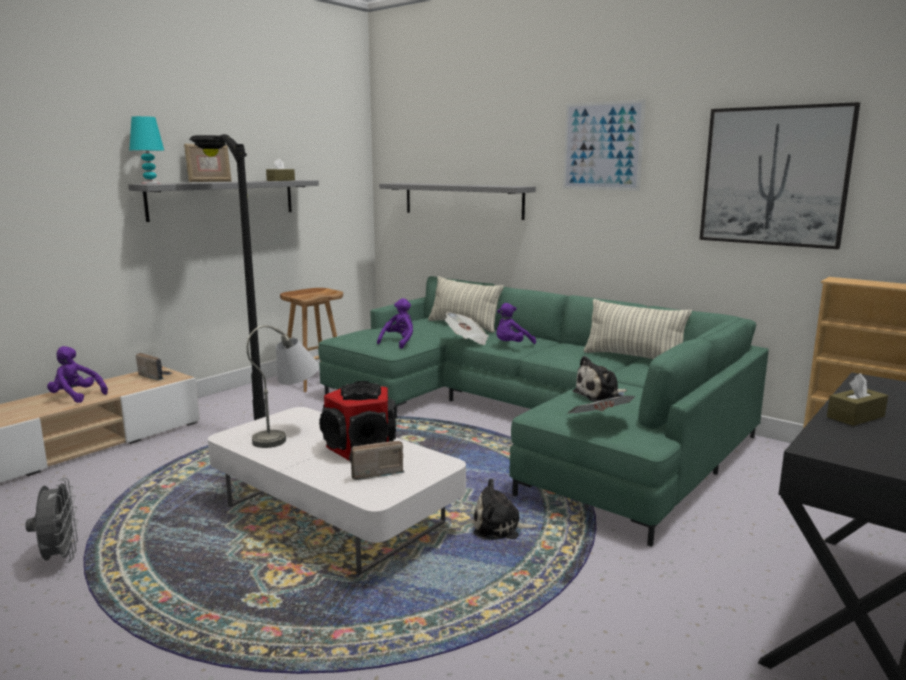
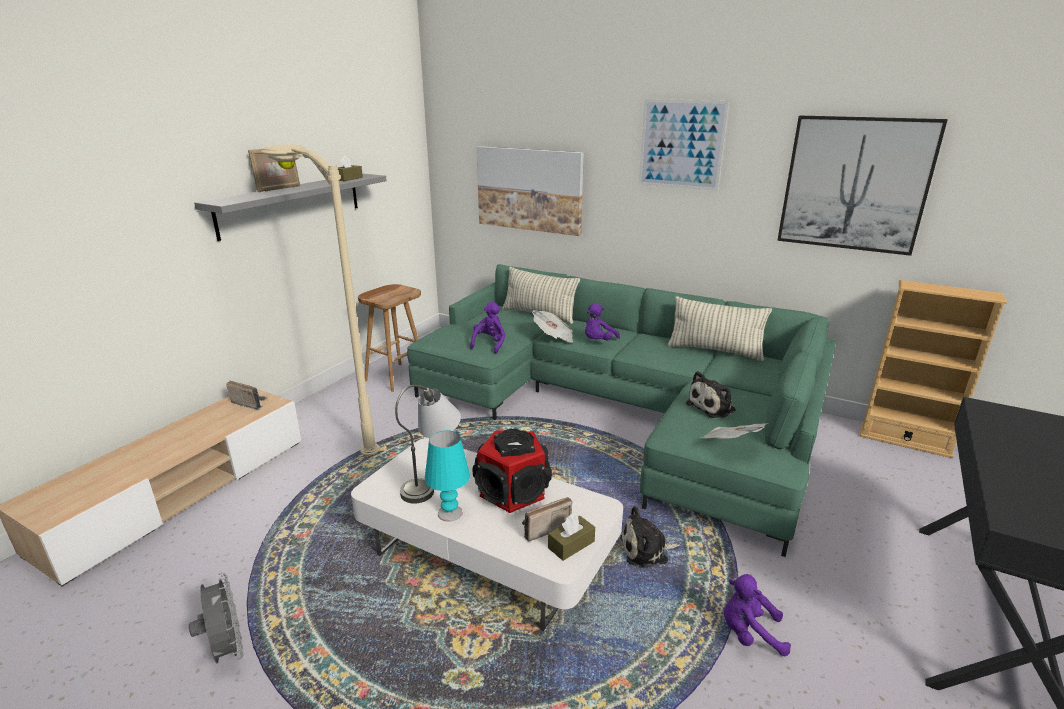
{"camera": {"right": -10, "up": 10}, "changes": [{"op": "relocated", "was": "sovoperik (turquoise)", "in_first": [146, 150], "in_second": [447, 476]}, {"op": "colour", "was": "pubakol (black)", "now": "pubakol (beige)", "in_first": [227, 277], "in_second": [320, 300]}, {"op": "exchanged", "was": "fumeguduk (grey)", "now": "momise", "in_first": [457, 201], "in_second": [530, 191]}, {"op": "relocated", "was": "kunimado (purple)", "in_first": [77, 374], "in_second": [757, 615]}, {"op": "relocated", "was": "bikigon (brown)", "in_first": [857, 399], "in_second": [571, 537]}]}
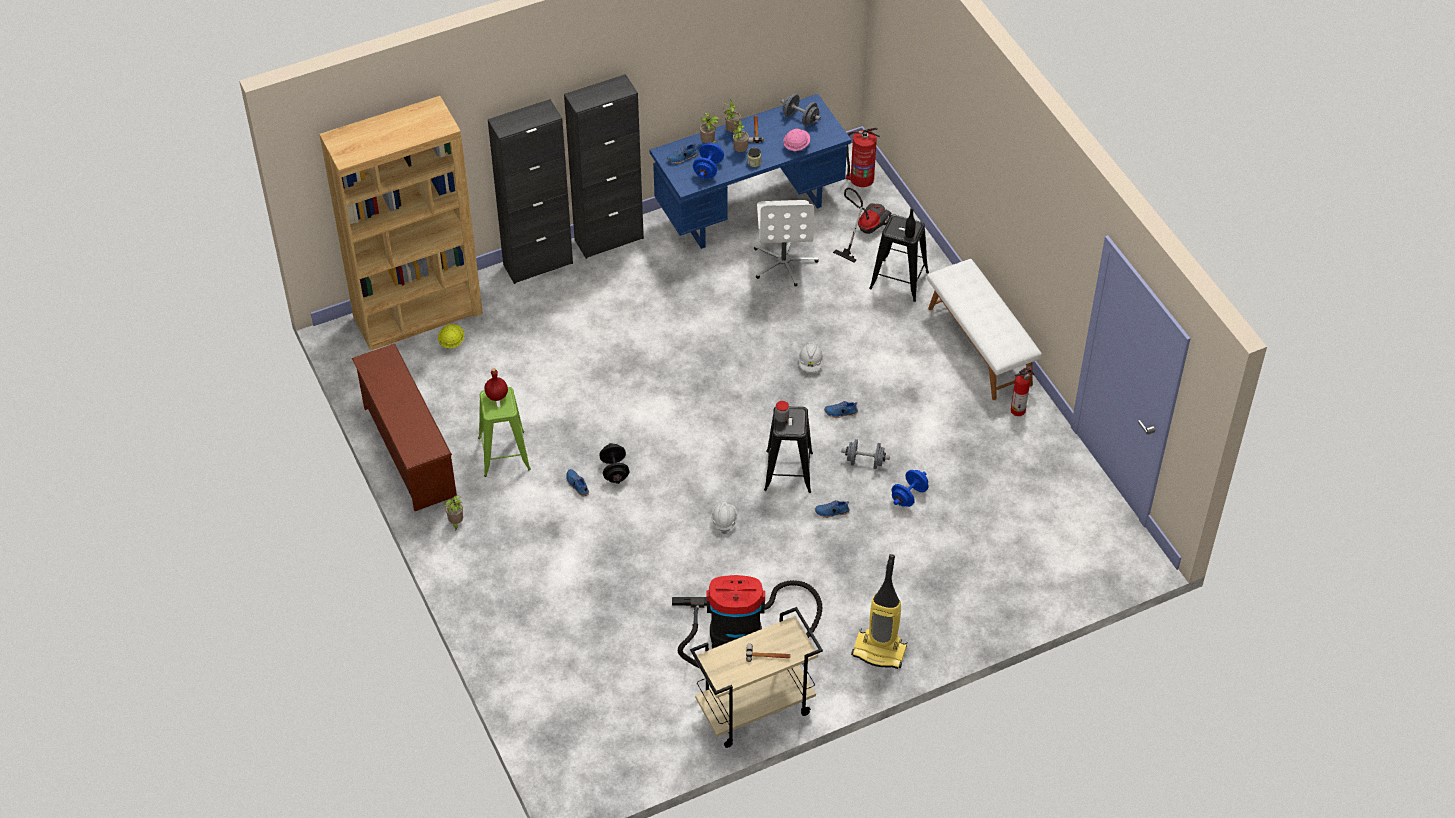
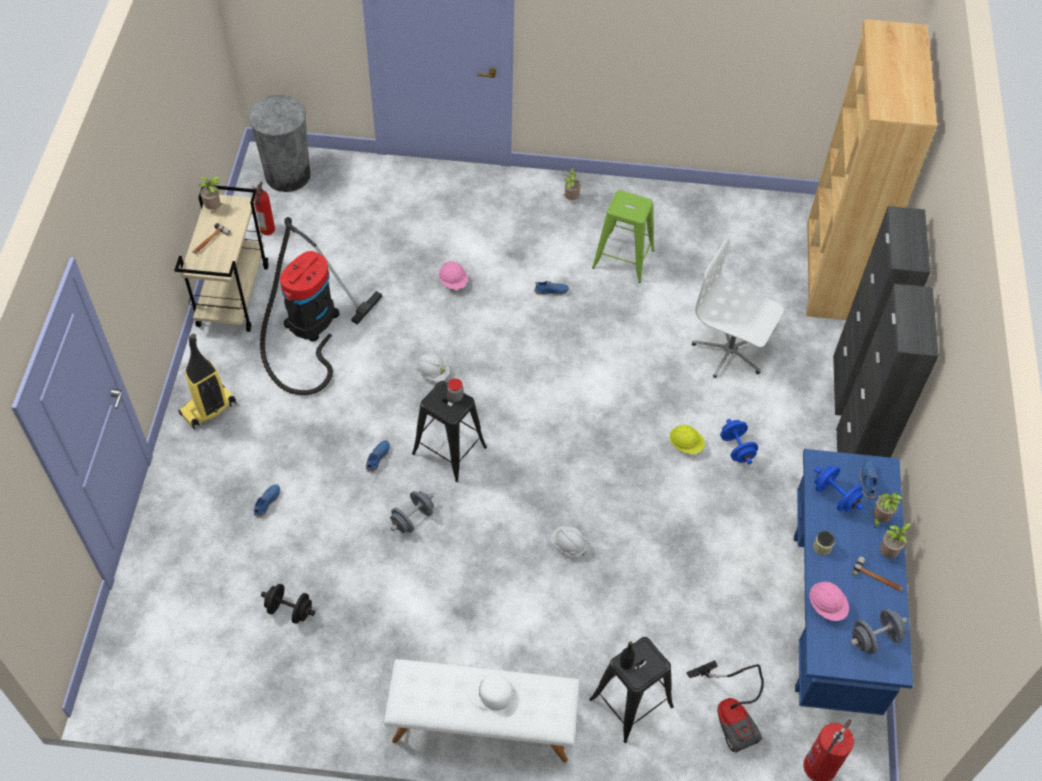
{"camera": {"right": 120, "up": 5}, "changes": [{"op": "relocated", "was": "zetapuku", "in_first": [740, 135], "in_second": [211, 193]}, {"op": "relocated", "was": "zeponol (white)", "in_first": [786, 243], "in_second": [738, 308]}, {"op": "relocated", "was": "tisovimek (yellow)", "in_first": [451, 336], "in_second": [687, 439]}, {"op": "missing", "was": "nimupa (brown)", "in_first": [404, 427]}, {"op": "relocated", "was": "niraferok", "in_first": [1022, 391], "in_second": [263, 208]}, {"op": "missing", "was": "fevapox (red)", "in_first": [496, 384]}, {"op": "relocated", "was": "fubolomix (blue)", "in_first": [841, 409], "in_second": [267, 501]}, {"op": "relocated", "was": "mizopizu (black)", "in_first": [614, 463], "in_second": [288, 604]}, {"op": "relocated", "was": "mizopizu (blue)", "in_first": [910, 488], "in_second": [739, 441]}, {"op": "appeared", "now": "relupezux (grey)", "in_second": [280, 143]}, {"op": "appeared", "now": "tisovimek (pink)", "in_second": [453, 275]}, {"op": "appeared", "now": "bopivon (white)", "in_second": [490, 692]}]}
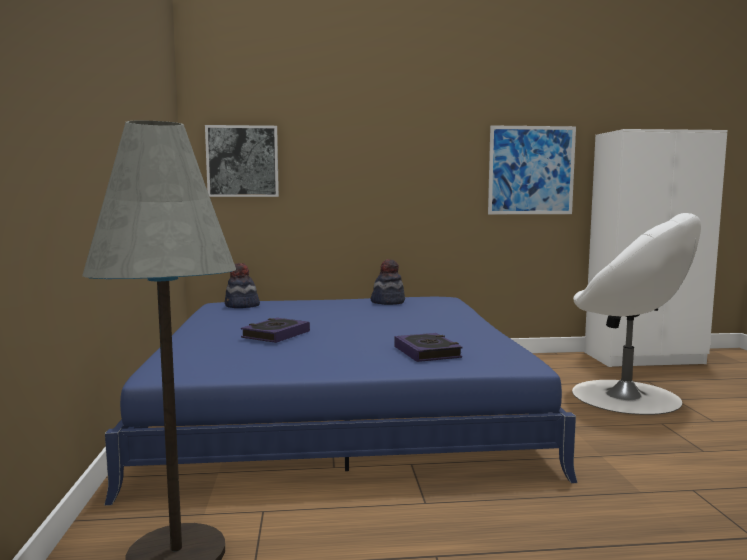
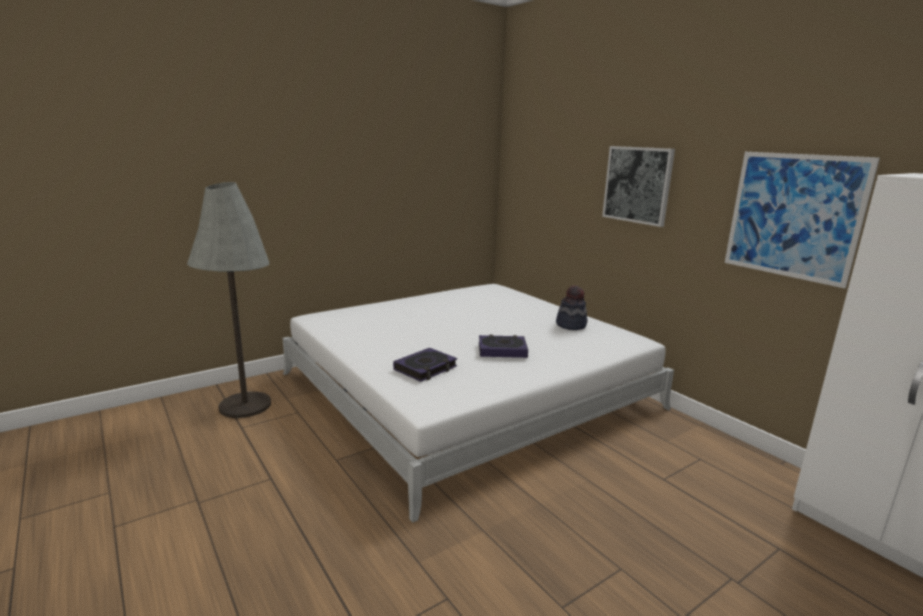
{"camera": {"right": 60, "up": 10}, "changes": [{"op": "relocated", "was": "momise", "in_first": [242, 161], "in_second": [638, 186]}, {"op": "missing", "was": "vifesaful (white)", "in_first": [636, 314]}, {"op": "missing", "was": "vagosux", "in_first": [242, 285]}, {"op": "colour", "was": "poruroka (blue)", "now": "poruroka (white)", "in_first": [341, 401], "in_second": [478, 403]}, {"op": "relocated", "was": "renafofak", "in_first": [275, 330], "in_second": [503, 346]}]}
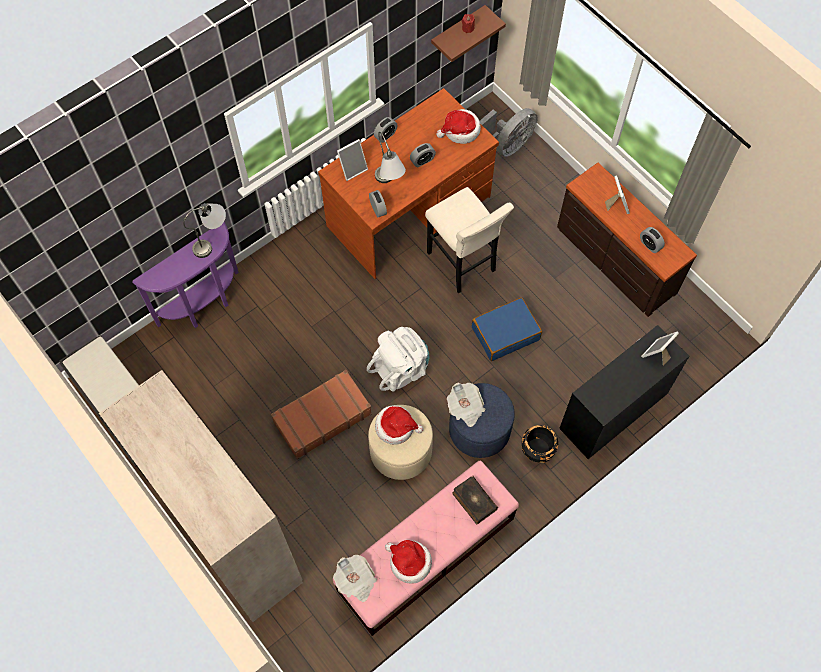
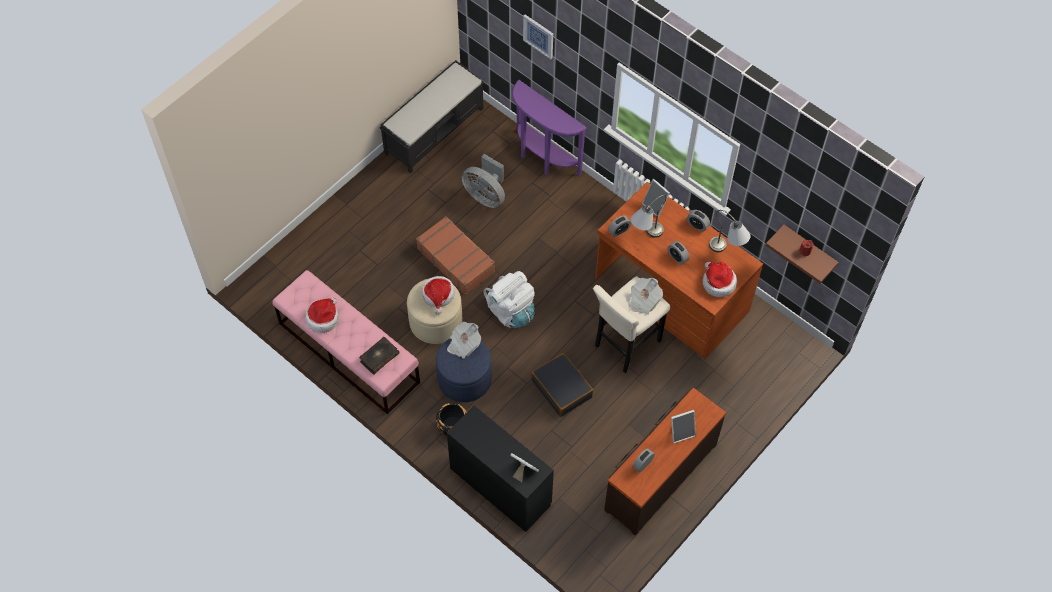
{"camera": {"right": 80, "up": -5}, "changes": [{"op": "relocated", "was": "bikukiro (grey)", "in_first": [509, 132], "in_second": [483, 181]}, {"op": "relocated", "was": "sovoperik (grey)", "in_first": [204, 230], "in_second": [730, 231]}, {"op": "colour", "was": "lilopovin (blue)", "now": "lilopovin (black)", "in_first": [507, 329], "in_second": [562, 385]}, {"op": "missing", "was": "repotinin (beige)", "in_first": [201, 496]}, {"op": "relocated", "was": "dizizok", "in_first": [355, 578], "in_second": [646, 296]}, {"op": "appeared", "now": "momise", "in_second": [538, 37]}]}
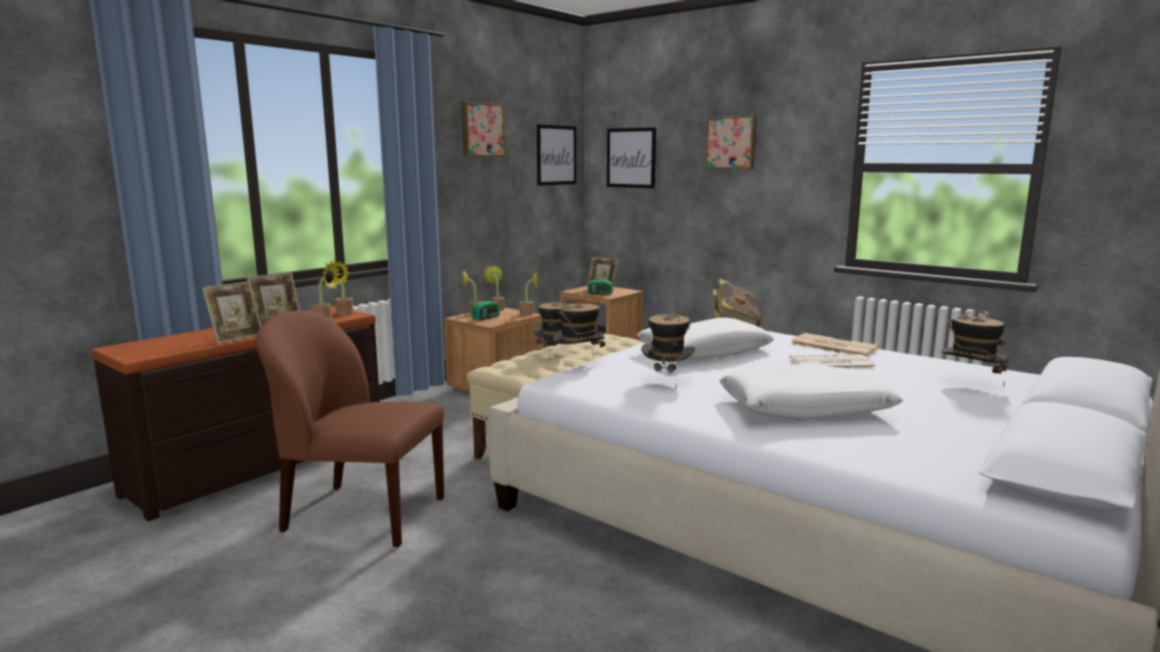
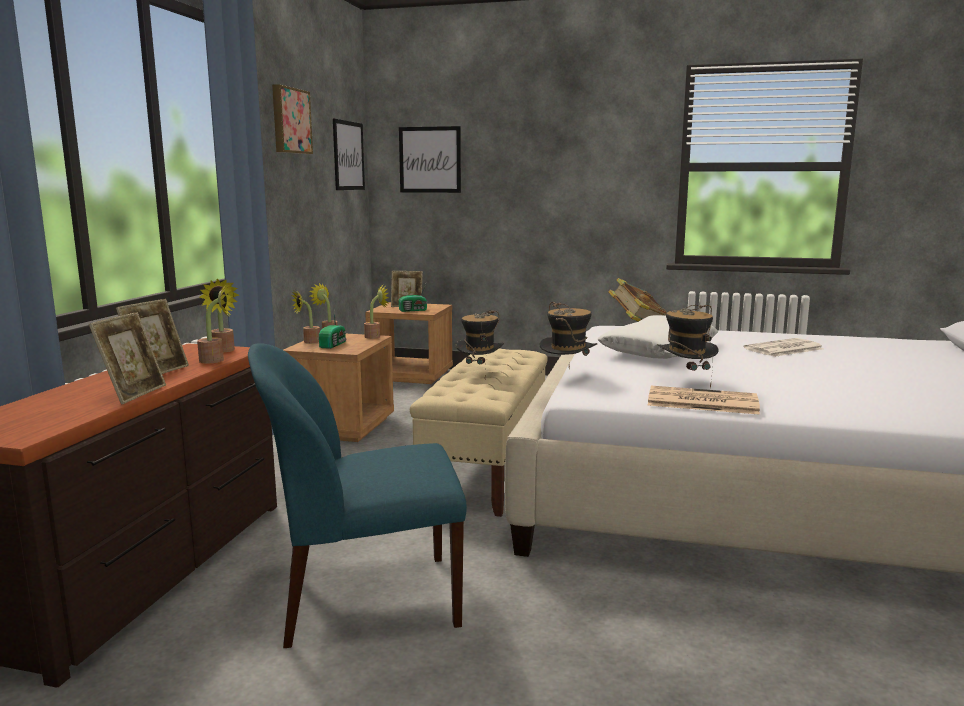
{"camera": {"right": -25, "up": 0}, "changes": [{"op": "missing", "was": "momise", "in_first": [731, 142]}, {"op": "missing", "was": "vagosux", "in_first": [975, 348]}, {"op": "colour", "was": "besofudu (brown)", "now": "besofudu (blue)", "in_first": [350, 429], "in_second": [357, 495]}, {"op": "relocated", "was": "dizizok", "in_first": [835, 344], "in_second": [704, 400]}, {"op": "missing", "was": "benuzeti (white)", "in_first": [811, 392]}]}
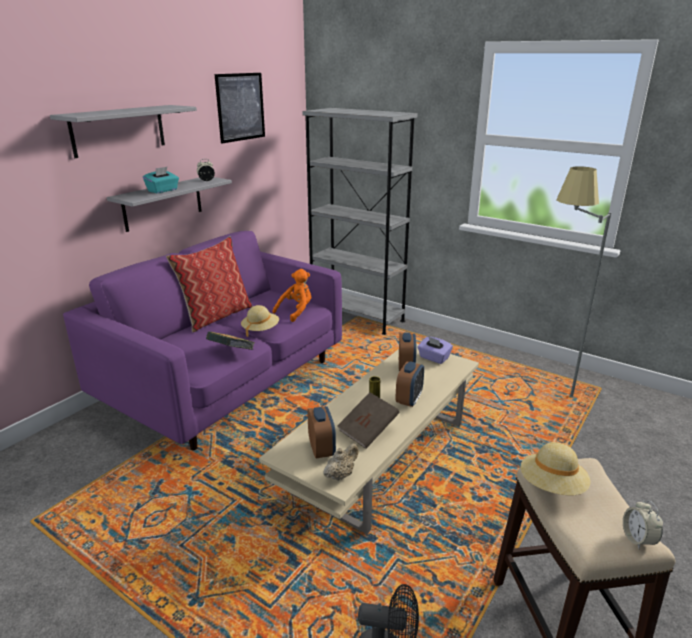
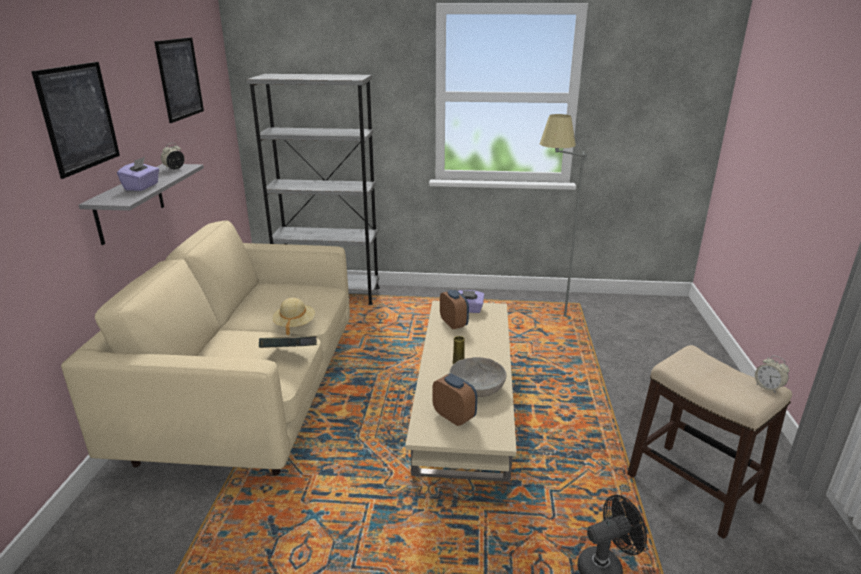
{"camera": {"right": -30, "up": 0}, "changes": [{"op": "exchanged", "was": "fumeguduk (grey)", "now": "momise", "in_first": [123, 131], "in_second": [75, 120]}, {"op": "colour", "was": "bikigon (turquoise)", "now": "bikigon (purple)", "in_first": [161, 180], "in_second": [138, 174]}, {"op": "colour", "was": "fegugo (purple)", "now": "fegugo (beige)", "in_first": [202, 340], "in_second": [205, 347]}, {"op": "missing", "was": "benuzeti", "in_first": [209, 284]}, {"op": "missing", "was": "kunimado (orange)", "in_first": [292, 295]}, {"op": "missing", "was": "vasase", "in_first": [410, 384]}, {"op": "exchanged", "was": "renafofak (brown)", "now": "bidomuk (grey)", "in_first": [368, 421], "in_second": [477, 377]}, {"op": "missing", "was": "vagosux (beige)", "in_first": [555, 468]}, {"op": "missing", "was": "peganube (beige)", "in_first": [340, 462]}]}
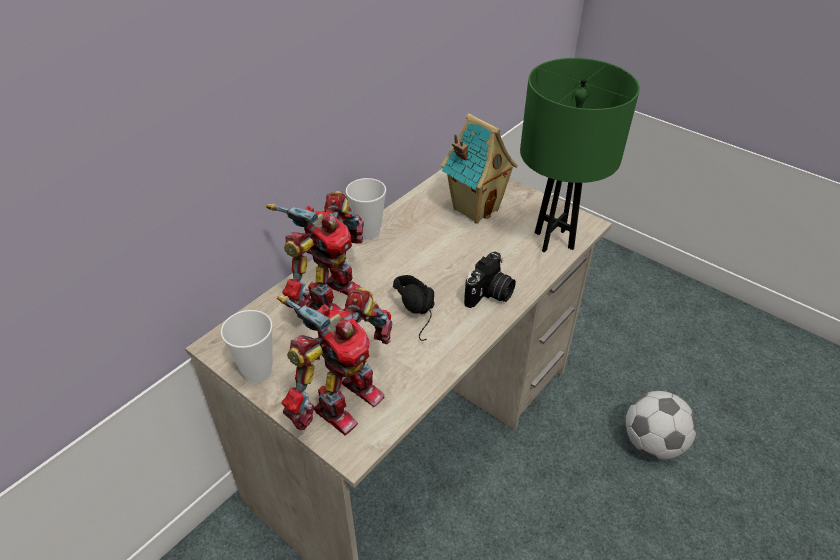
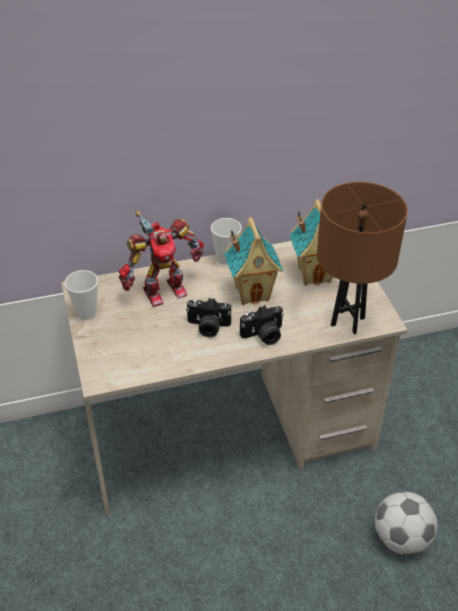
{"camera": {"right": 35, "up": 0}, "changes": [{"op": "colour", "was": "sovoperik (green)", "now": "sovoperik (brown)", "in_first": [580, 155], "in_second": [362, 258]}, {"op": "exchanged", "was": "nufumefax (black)", "now": "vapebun", "in_first": [414, 308], "in_second": [208, 318]}, {"op": "missing", "was": "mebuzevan", "in_first": [335, 362]}, {"op": "appeared", "now": "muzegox", "in_second": [254, 261]}]}
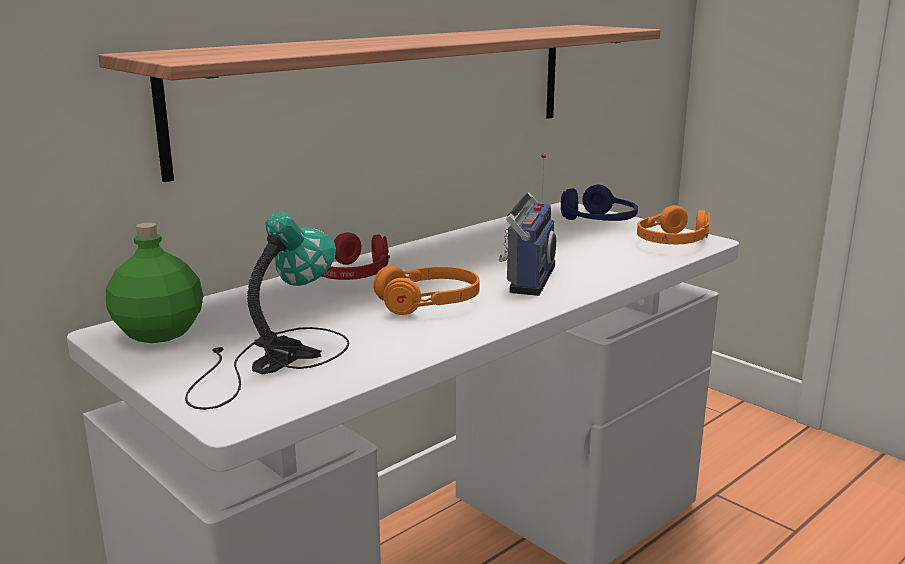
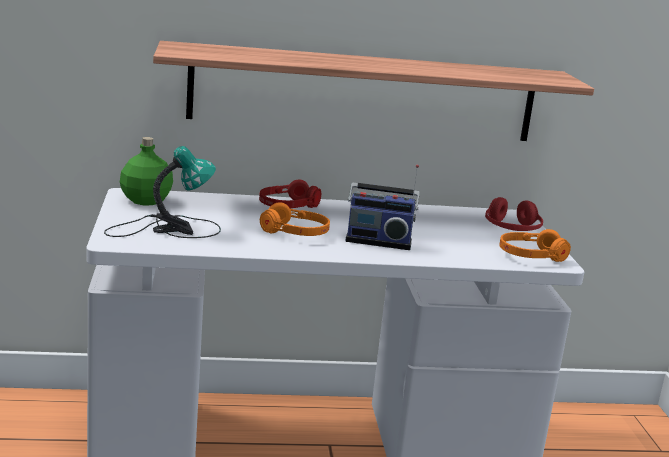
{"camera": {"right": 35, "up": 0}, "changes": [{"op": "spun", "was": "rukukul", "in_first": [527, 225], "in_second": [382, 207], "clockwise": 45}, {"op": "colour", "was": "nufumefax (blue)", "now": "nufumefax (red)", "in_first": [599, 202], "in_second": [514, 214]}]}
